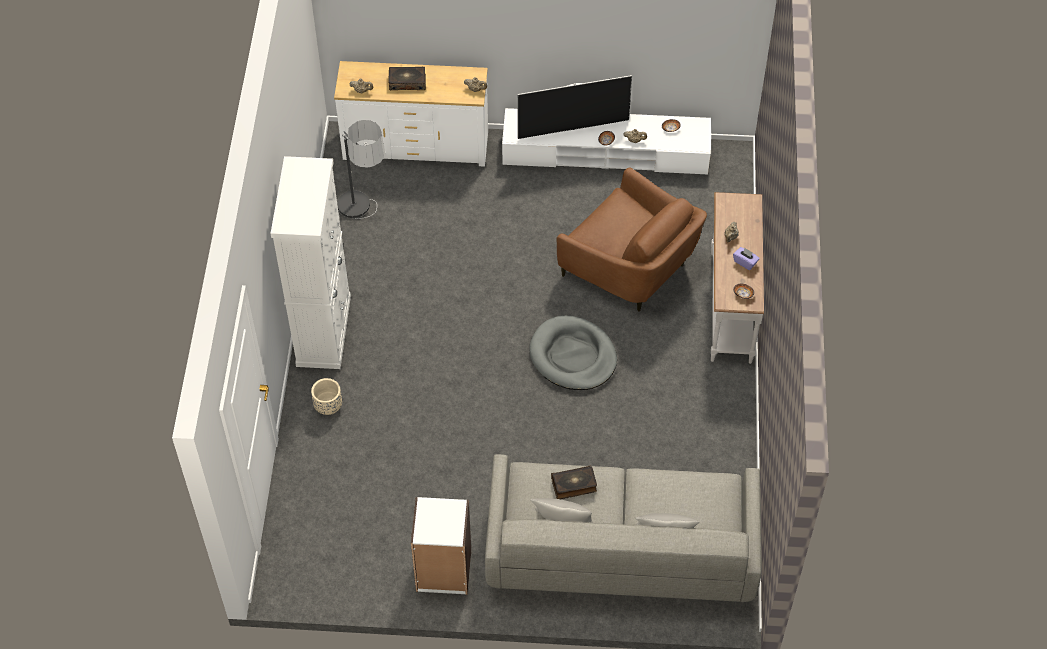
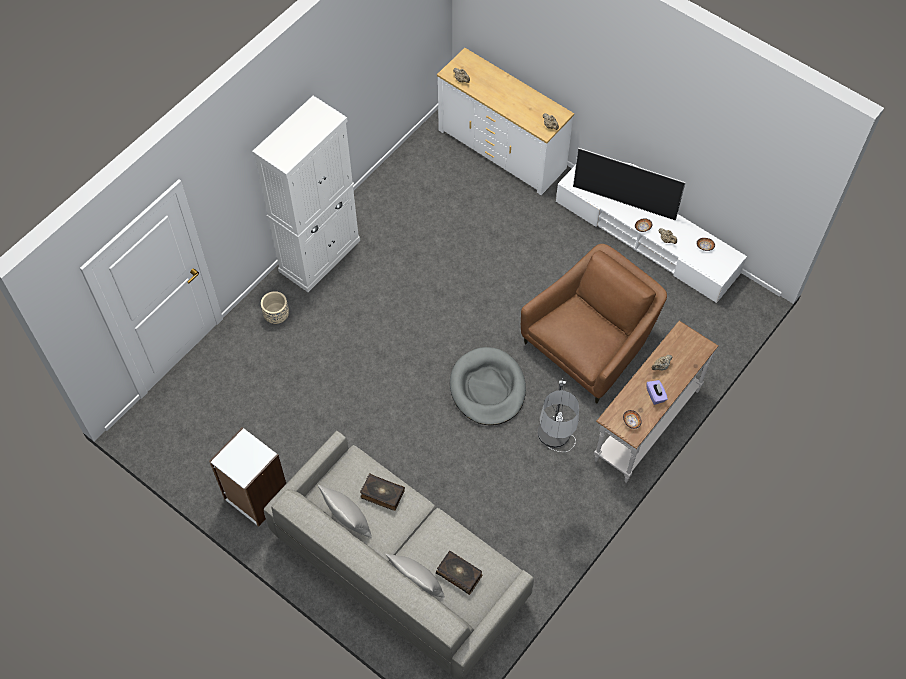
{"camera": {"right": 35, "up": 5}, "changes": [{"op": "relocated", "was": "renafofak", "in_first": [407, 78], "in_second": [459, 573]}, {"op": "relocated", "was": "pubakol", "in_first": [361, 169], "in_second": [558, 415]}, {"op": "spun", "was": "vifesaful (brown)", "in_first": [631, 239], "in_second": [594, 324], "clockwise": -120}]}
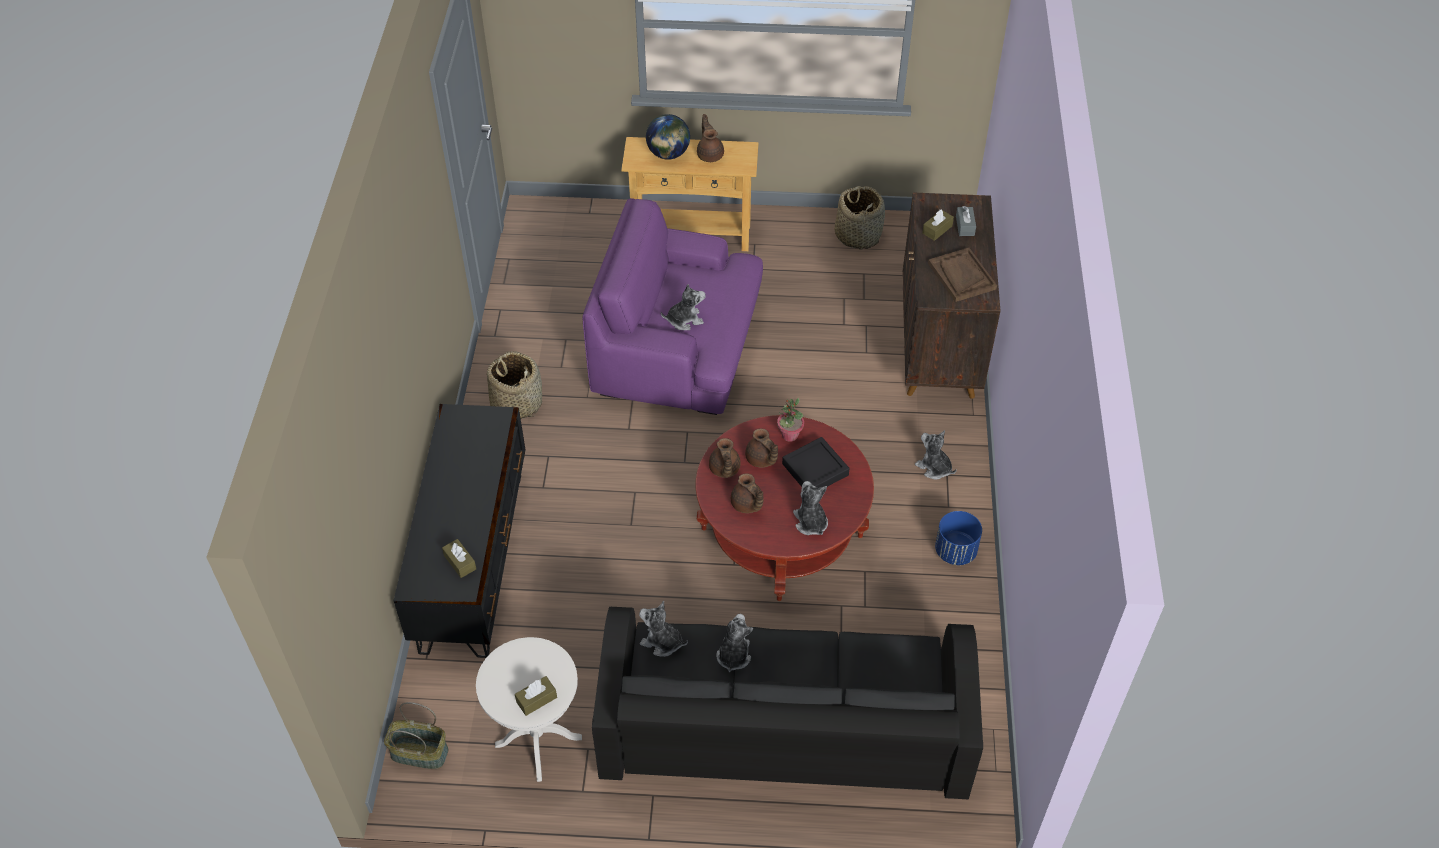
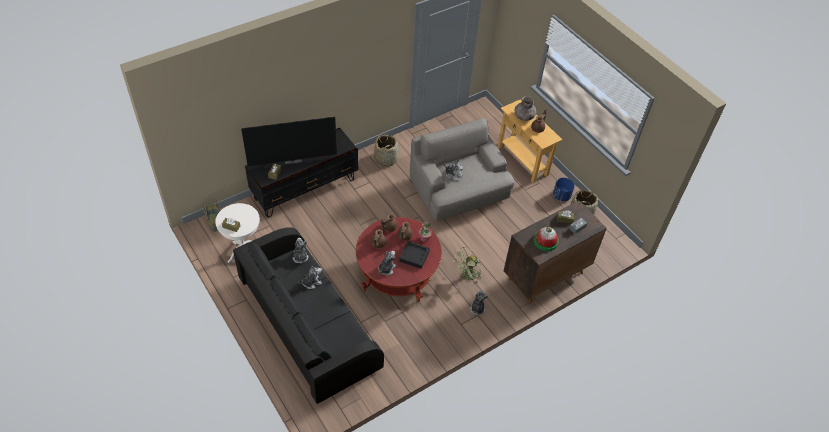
{"camera": {"right": 50, "up": 0}, "changes": [{"op": "exchanged", "was": "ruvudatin", "now": "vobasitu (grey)", "in_first": [668, 137], "in_second": [525, 108]}, {"op": "colour", "was": "vifesaful (purple)", "now": "vifesaful (grey)", "in_first": [673, 306], "in_second": [462, 169]}, {"op": "exchanged", "was": "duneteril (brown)", "now": "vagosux", "in_first": [962, 275], "in_second": [546, 239]}, {"op": "relocated", "was": "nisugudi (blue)", "in_first": [958, 538], "in_second": [563, 189]}, {"op": "appeared", "now": "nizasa", "in_second": [289, 141]}, {"op": "appeared", "now": "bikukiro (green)", "in_second": [468, 265]}]}
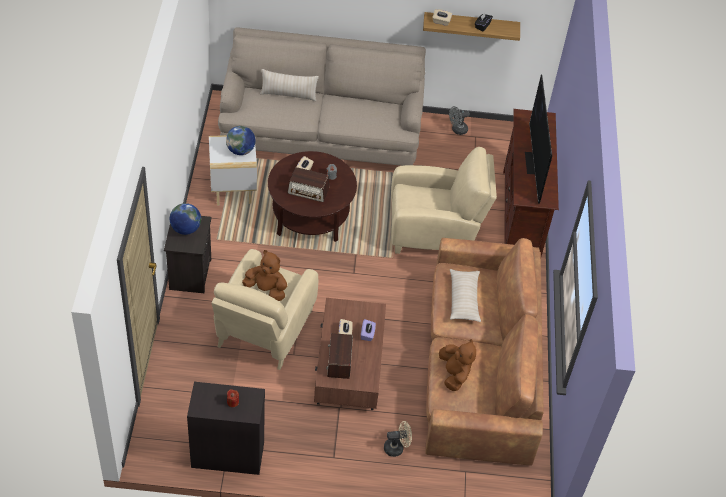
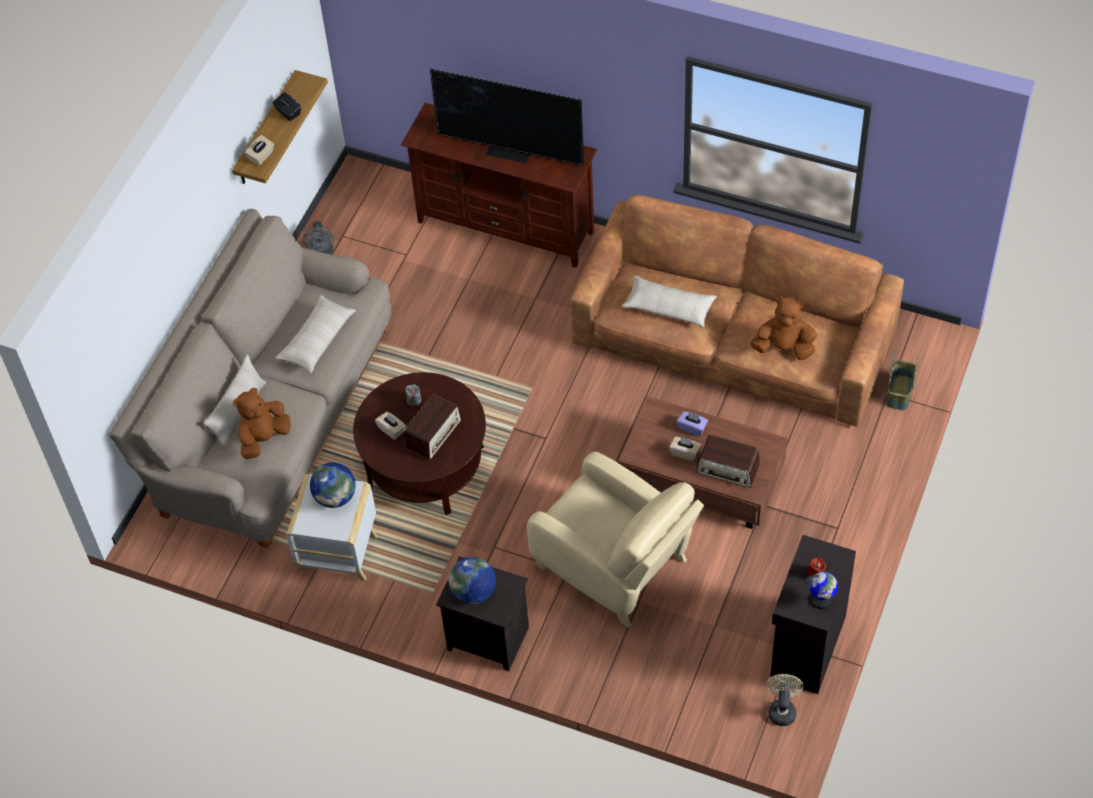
{"camera": {"right": -65, "up": 5}, "changes": [{"op": "missing", "was": "vifesaful (beige)", "in_first": [444, 200]}, {"op": "relocated", "was": "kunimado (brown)", "in_first": [264, 275], "in_second": [262, 423]}, {"op": "relocated", "was": "bikukiro (beige)", "in_first": [398, 439], "in_second": [785, 700]}, {"op": "appeared", "now": "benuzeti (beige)", "in_second": [316, 334]}, {"op": "appeared", "now": "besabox", "in_second": [902, 380]}, {"op": "appeared", "now": "ruvudatin", "in_second": [821, 590]}]}
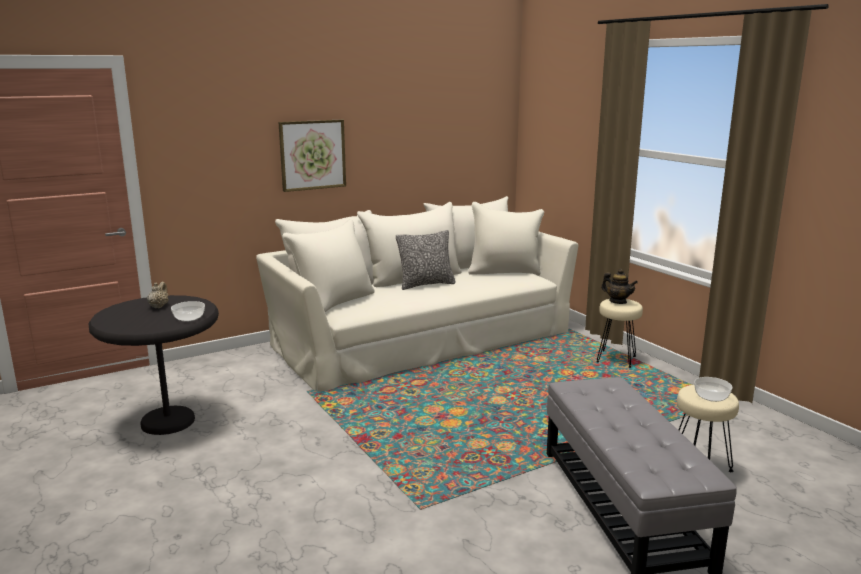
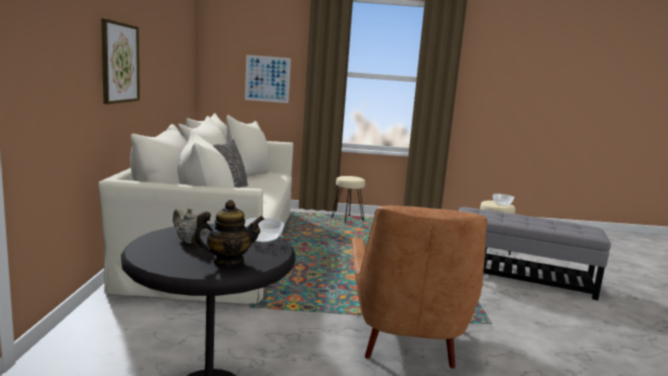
{"camera": {"right": -60, "up": -5}, "changes": [{"op": "relocated", "was": "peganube", "in_first": [619, 286], "in_second": [228, 233]}, {"op": "appeared", "now": "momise", "in_second": [268, 79]}, {"op": "appeared", "now": "vifesaful (brown)", "in_second": [420, 287]}]}
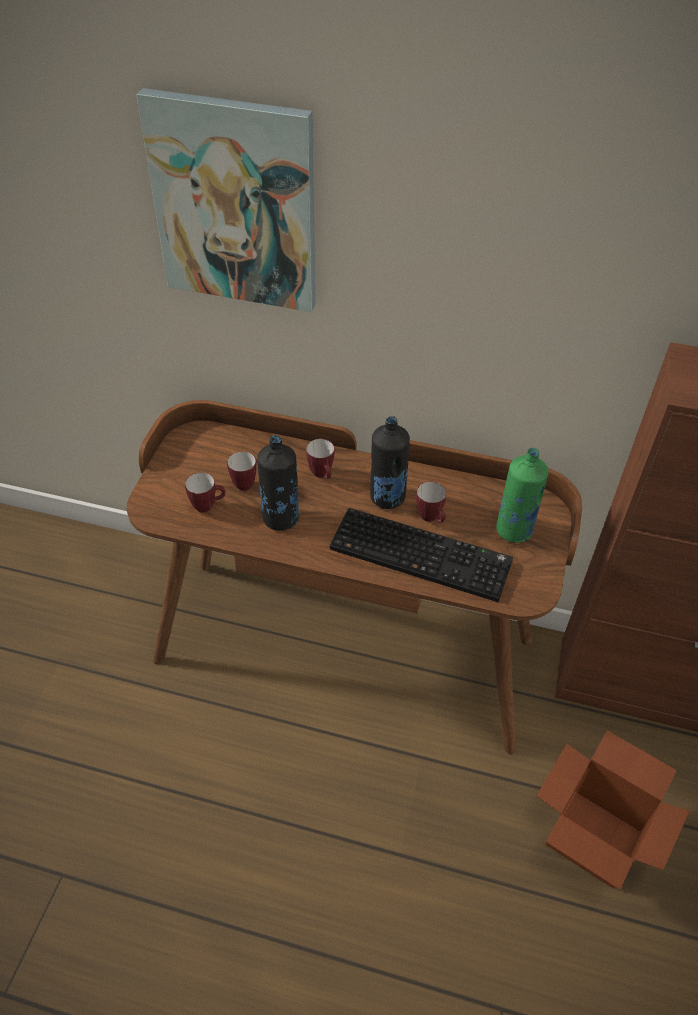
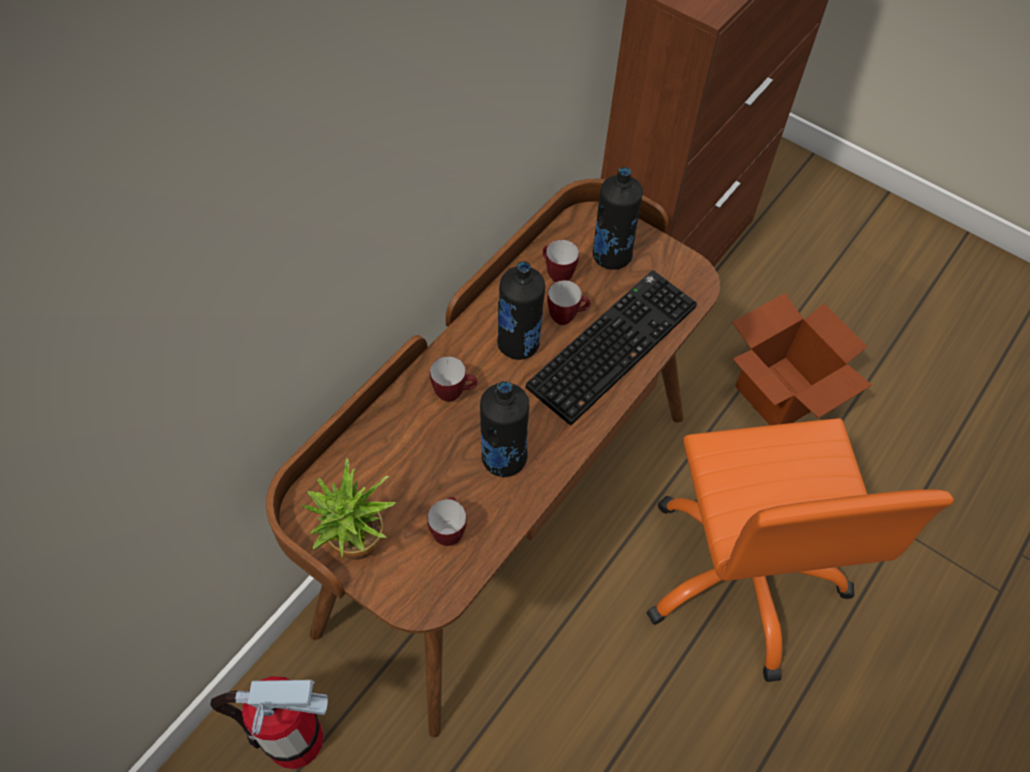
{"camera": {"right": -70, "up": 10}, "changes": [{"op": "missing", "was": "momise", "in_first": [225, 200]}, {"op": "colour", "was": "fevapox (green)", "now": "fevapox (black)", "in_first": [522, 495], "in_second": [618, 218]}, {"op": "relocated", "was": "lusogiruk", "in_first": [242, 471], "in_second": [561, 261]}, {"op": "appeared", "now": "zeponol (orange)", "in_second": [800, 550]}, {"op": "appeared", "now": "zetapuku", "in_second": [349, 509]}, {"op": "appeared", "now": "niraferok", "in_second": [269, 722]}]}
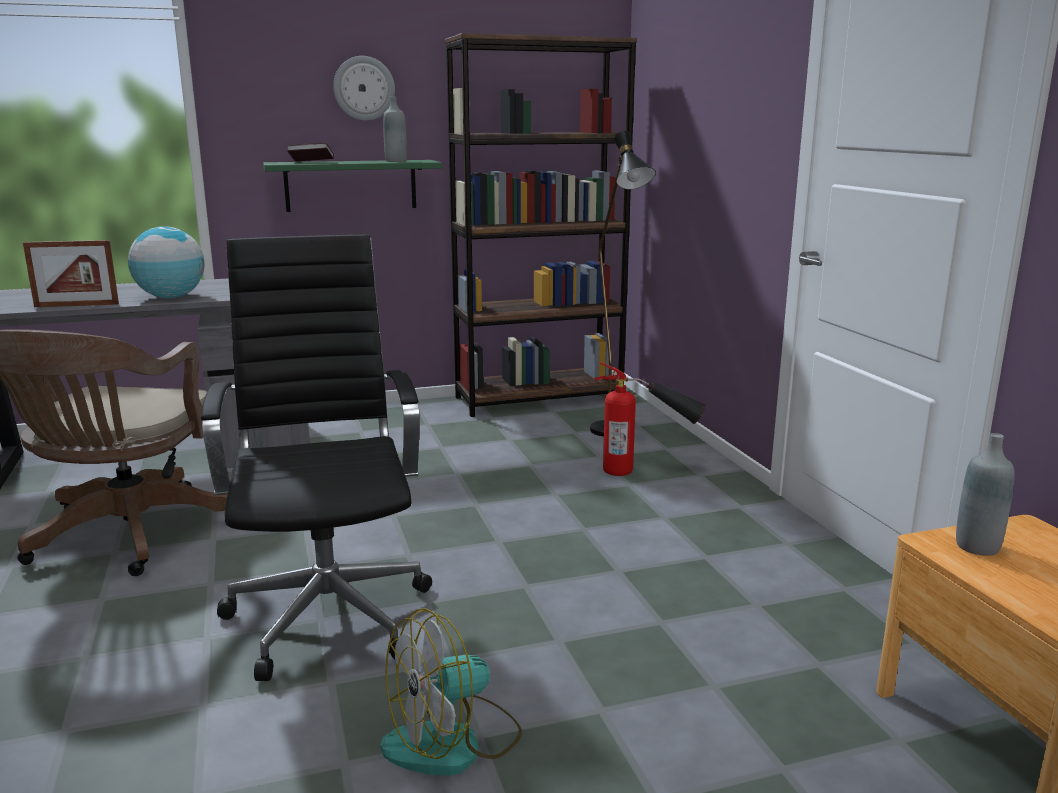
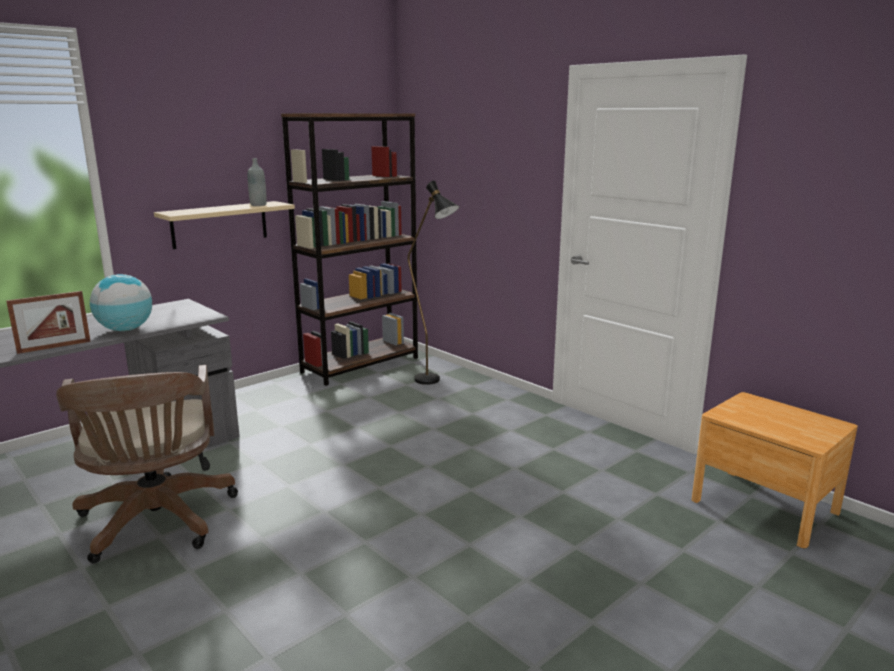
{"camera": {"right": -25, "up": 0}, "changes": [{"op": "missing", "was": "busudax", "in_first": [364, 88]}, {"op": "missing", "was": "renafofak", "in_first": [310, 152]}, {"op": "colour", "was": "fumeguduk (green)", "now": "fumeguduk (beige)", "in_first": [352, 186], "in_second": [224, 225]}, {"op": "missing", "was": "zeponol (black)", "in_first": [316, 457]}, {"op": "missing", "was": "niraferok", "in_first": [649, 419]}, {"op": "missing", "was": "fevapox (grey)", "in_first": [985, 494]}, {"op": "missing", "was": "bikukiro", "in_first": [451, 692]}]}
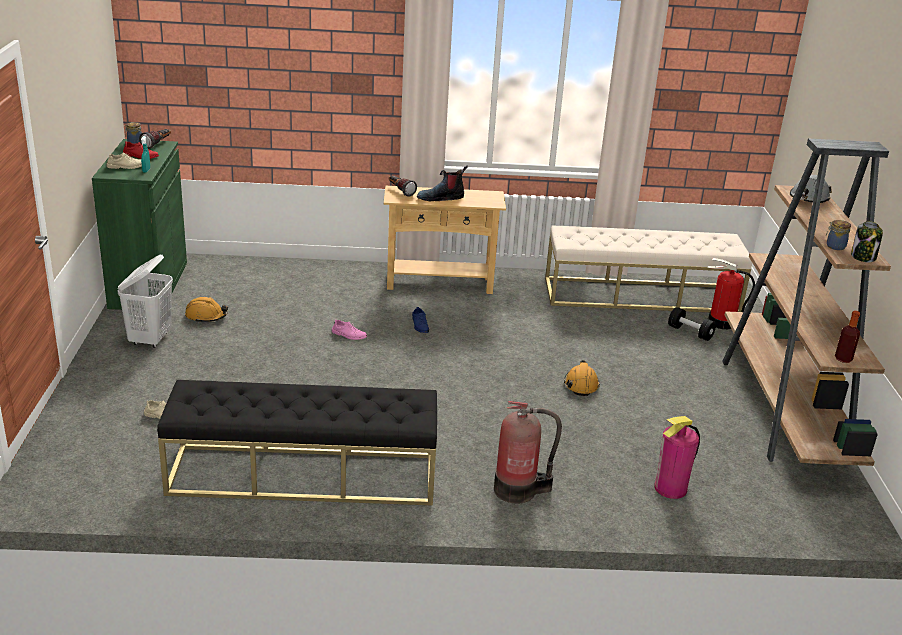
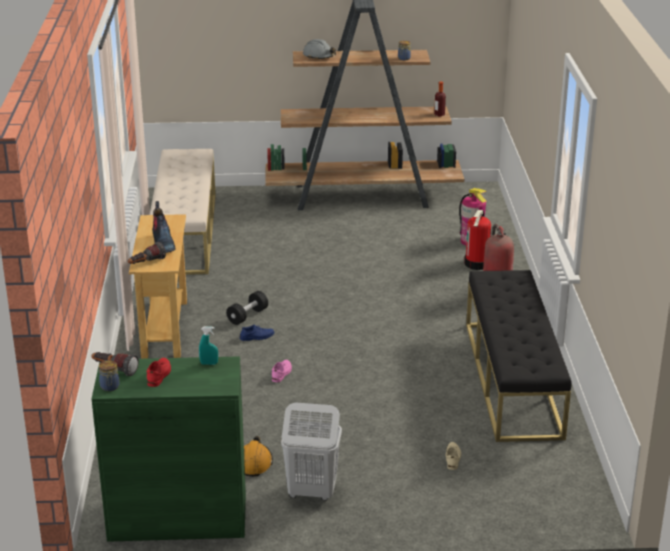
{"camera": {"right": -90, "up": 0}, "changes": [{"op": "missing", "was": "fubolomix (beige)", "in_first": [124, 160]}, {"op": "missing", "was": "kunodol", "in_first": [867, 241]}, {"op": "relocated", "was": "niraferok", "in_first": [731, 293], "in_second": [477, 240]}, {"op": "relocated", "was": "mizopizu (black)", "in_first": [692, 324], "in_second": [247, 308]}, {"op": "missing", "was": "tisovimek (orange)", "in_first": [582, 378]}]}
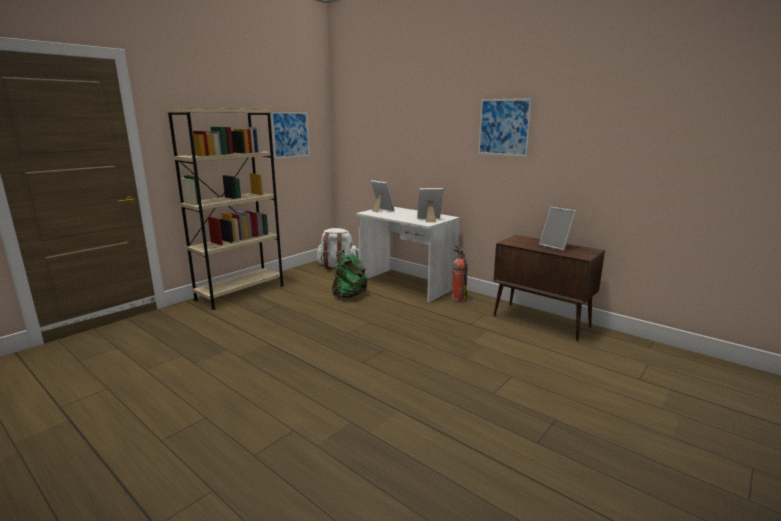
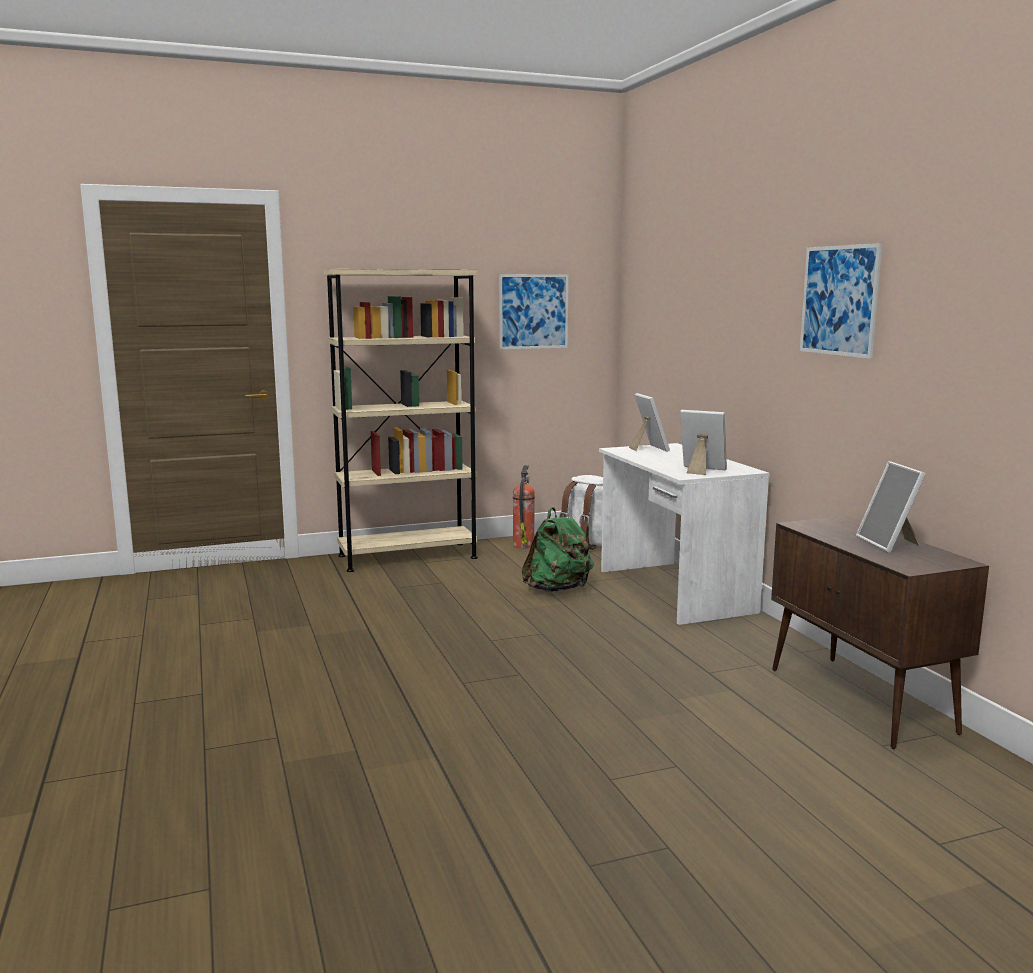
{"camera": {"right": 30, "up": -5}, "changes": [{"op": "relocated", "was": "niraferok", "in_first": [460, 273], "in_second": [524, 506]}]}
